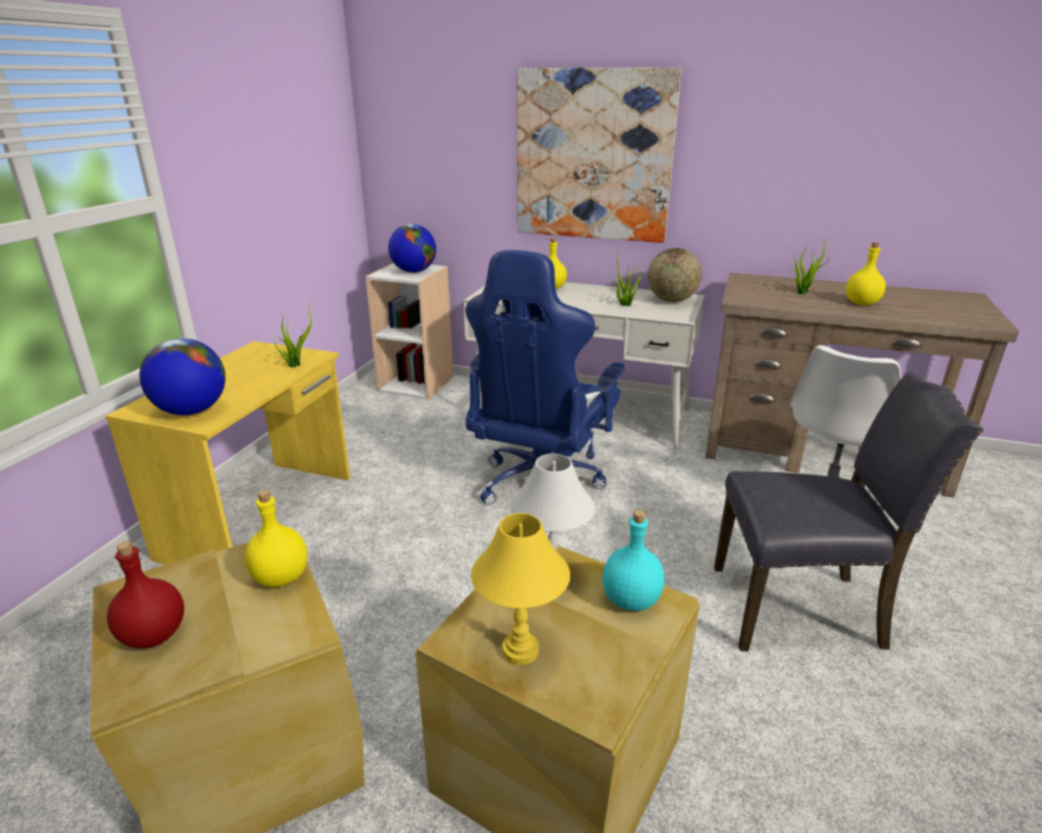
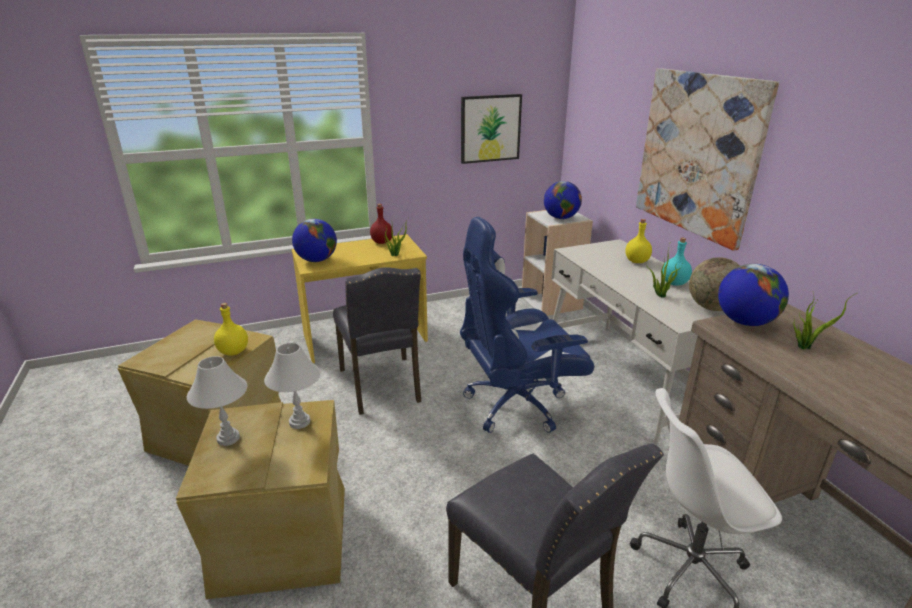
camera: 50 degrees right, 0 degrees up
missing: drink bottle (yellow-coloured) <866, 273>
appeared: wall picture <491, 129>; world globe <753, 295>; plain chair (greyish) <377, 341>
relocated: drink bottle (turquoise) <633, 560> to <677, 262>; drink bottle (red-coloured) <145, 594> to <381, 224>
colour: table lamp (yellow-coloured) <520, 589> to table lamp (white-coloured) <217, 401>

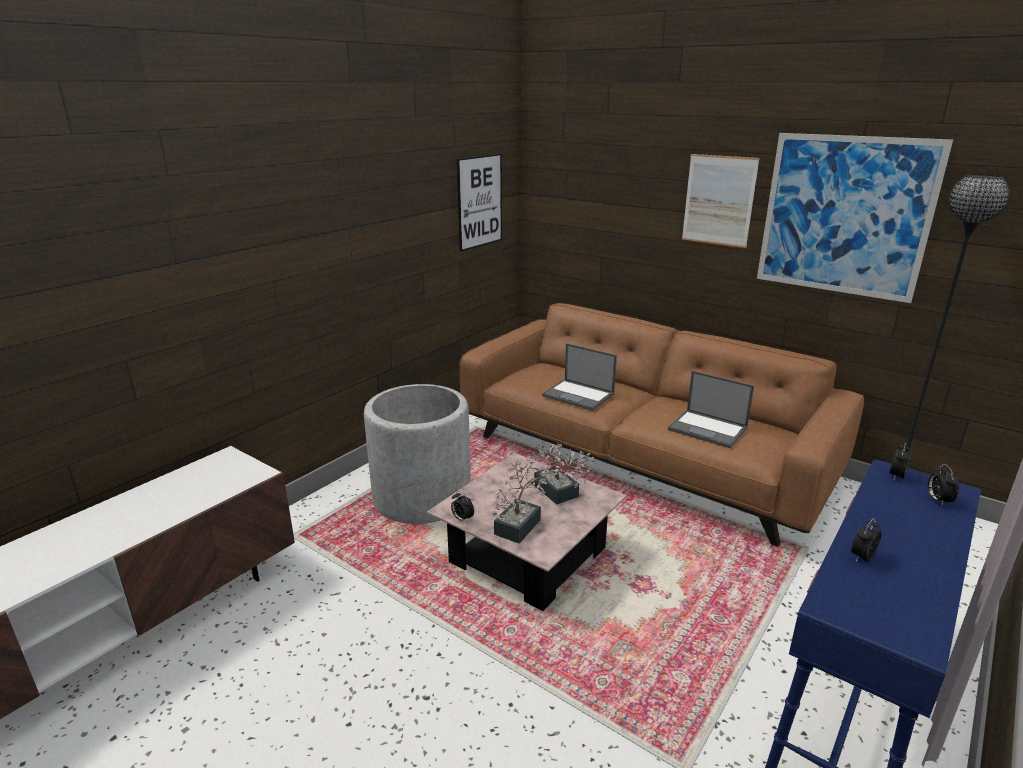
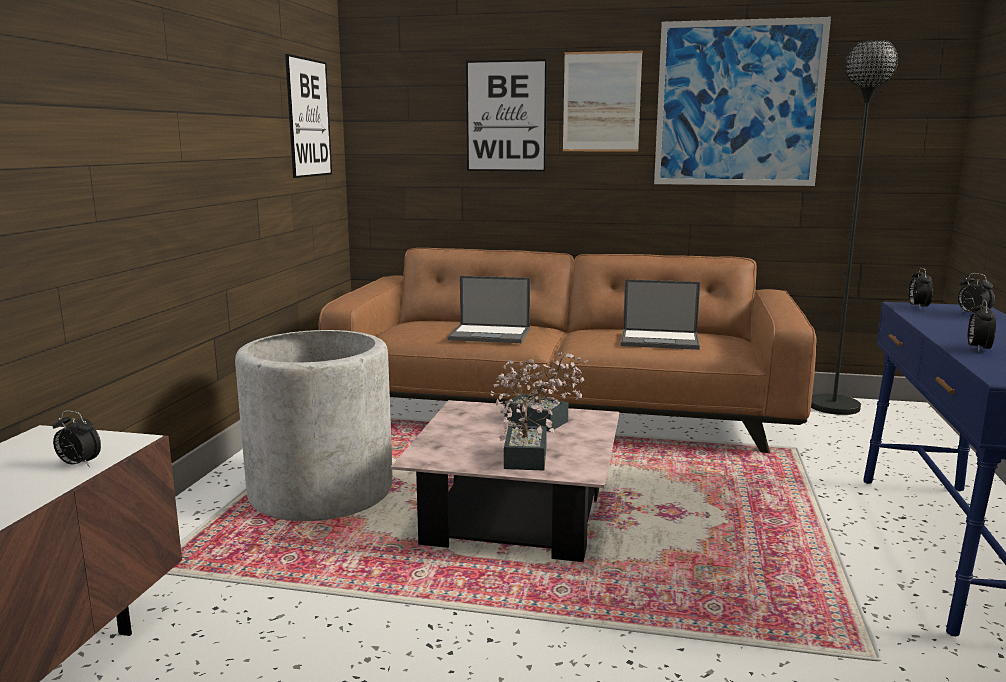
camera: 25 degrees left, 10 degrees down
appeared: wall picture <506, 115>
relocated: alarm clock <462, 507> to <77, 438>

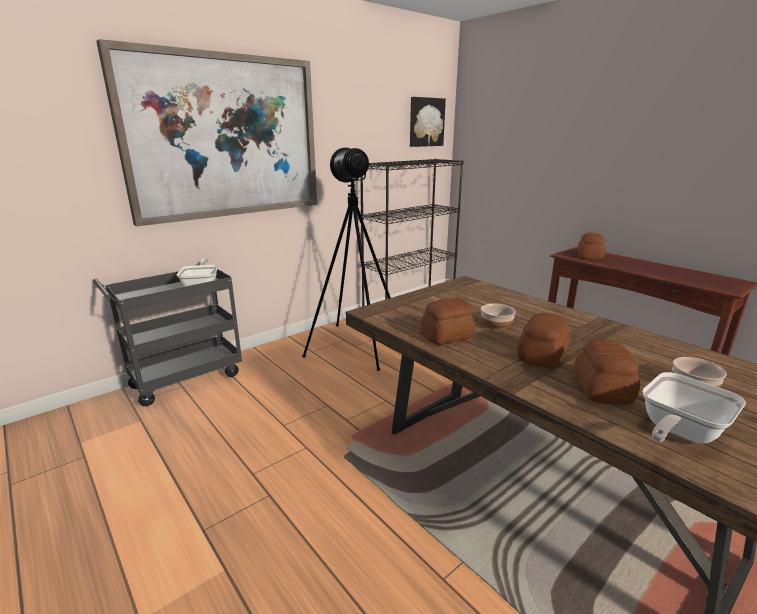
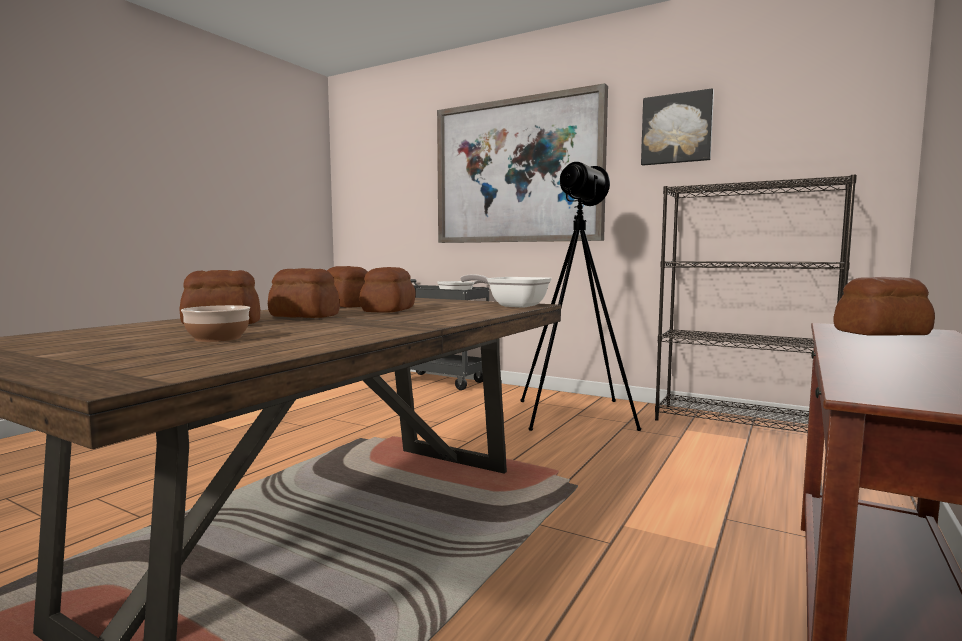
camera: 70 degrees right, 15 degrees down
relocated: wall picture <428, 122> to <677, 127>; pan <694, 408> to <506, 291>
exchanged: deep dish <498, 317> to baked bread <387, 290>

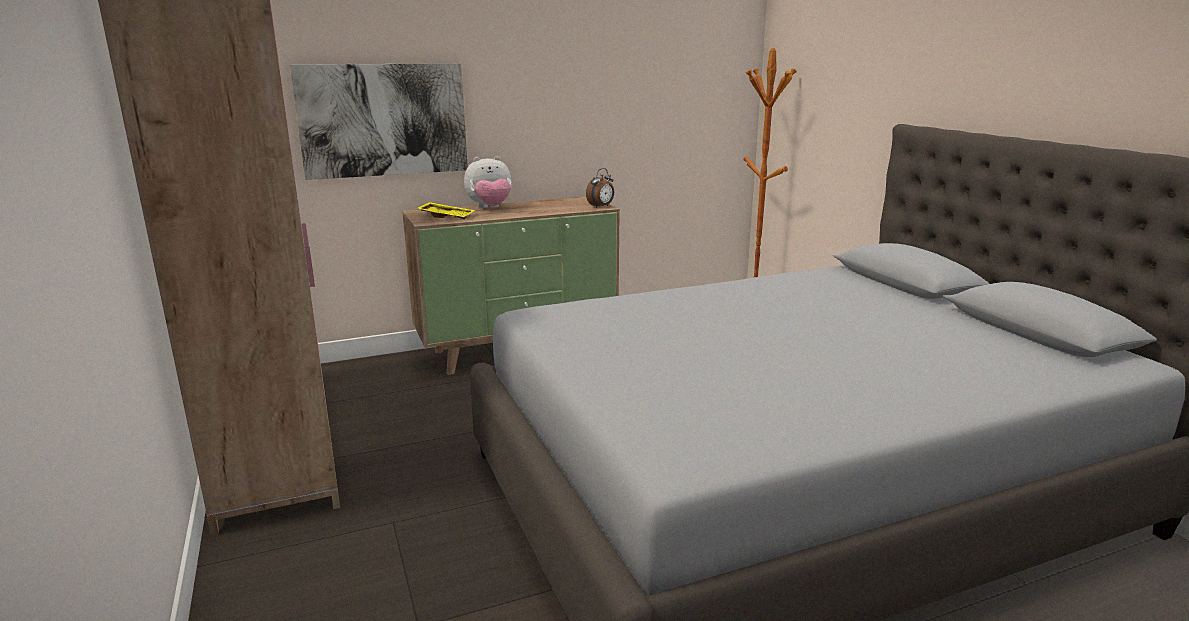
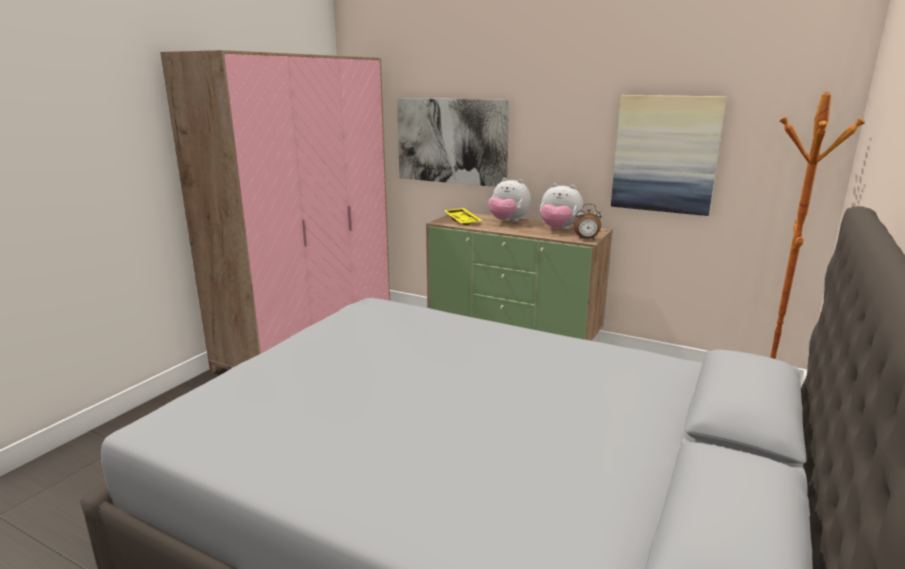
camera: 50 degrees right, 0 degrees up
appeared: wall picture <669, 155>; cuddly toy <561, 206>

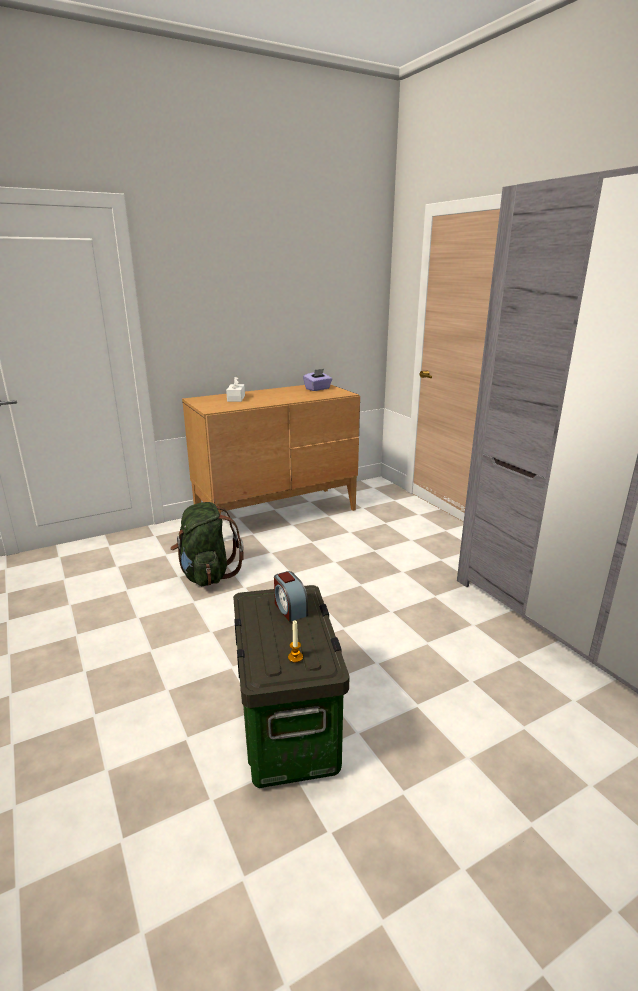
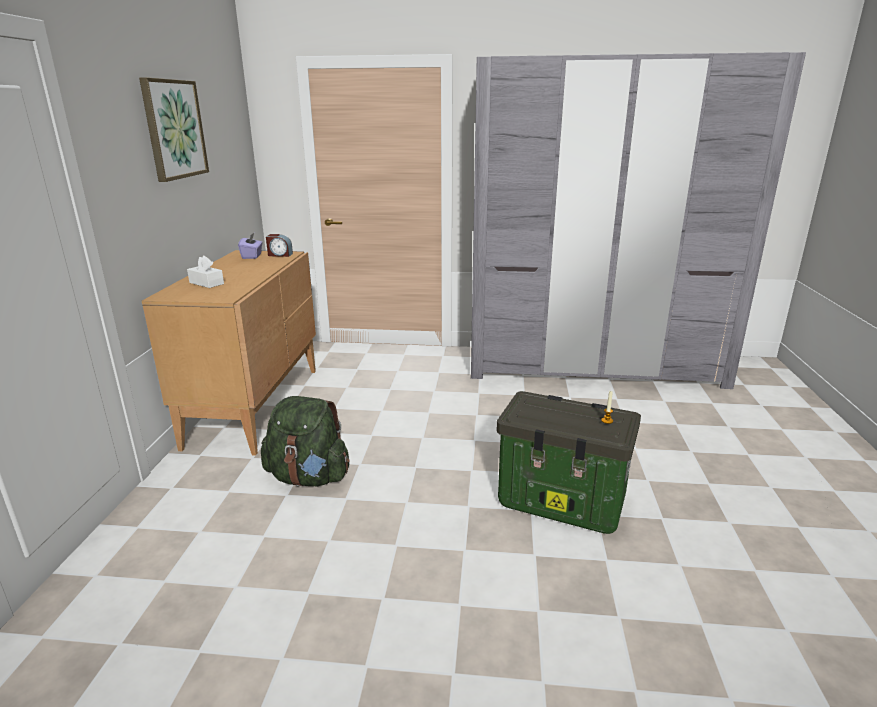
camera: 55 degrees left, 0 degrees up
appeared: wall picture <174, 129>
relocated: alarm clock <291, 596> to <279, 245>

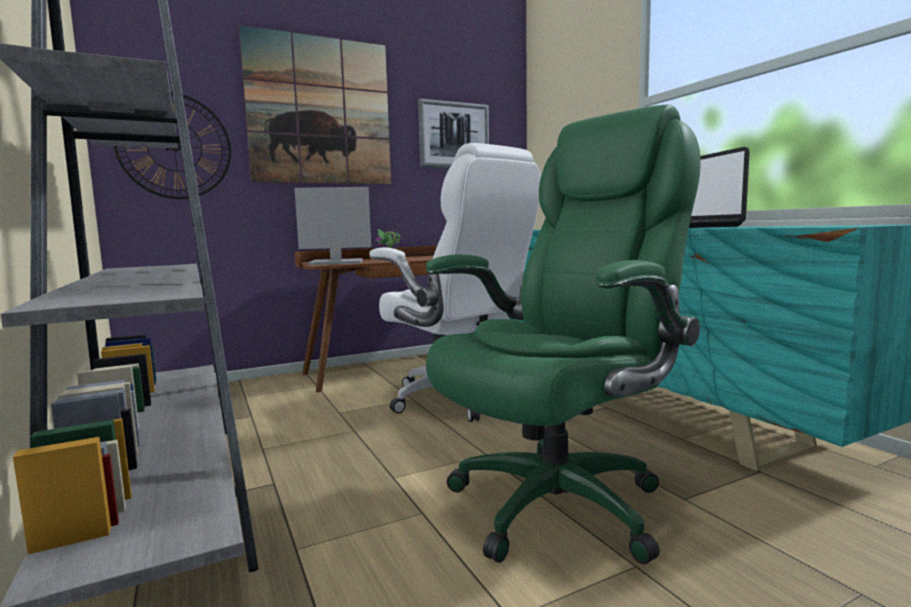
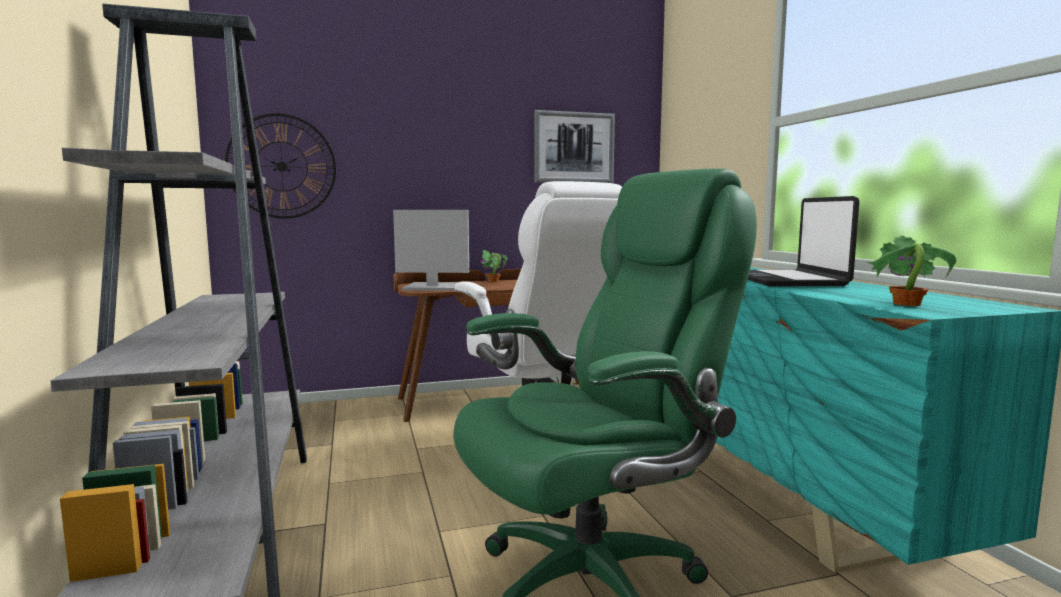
camera: 10 degrees right, 0 degrees up
missing: wall picture <315, 104>
appeared: potted plant <912, 270>

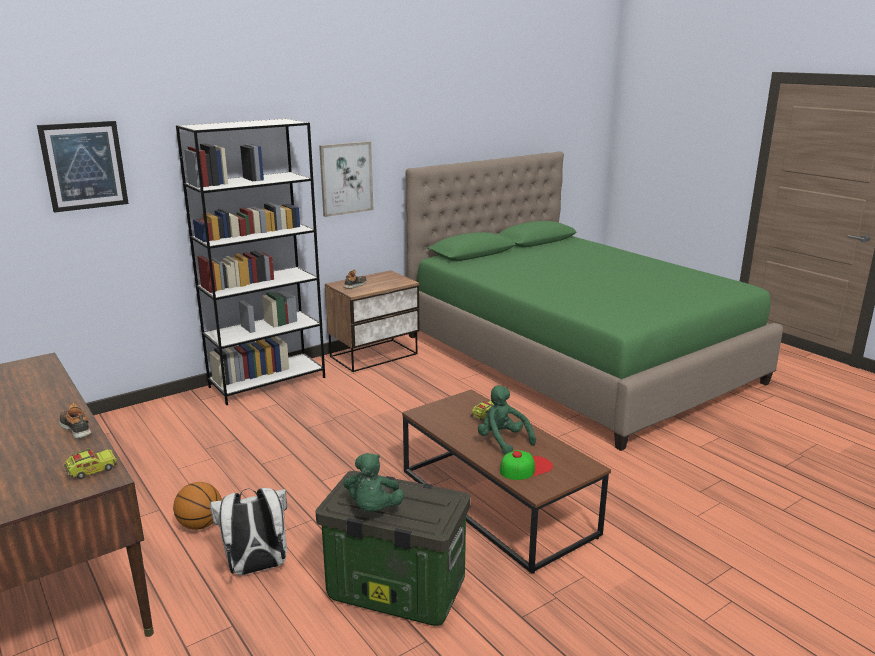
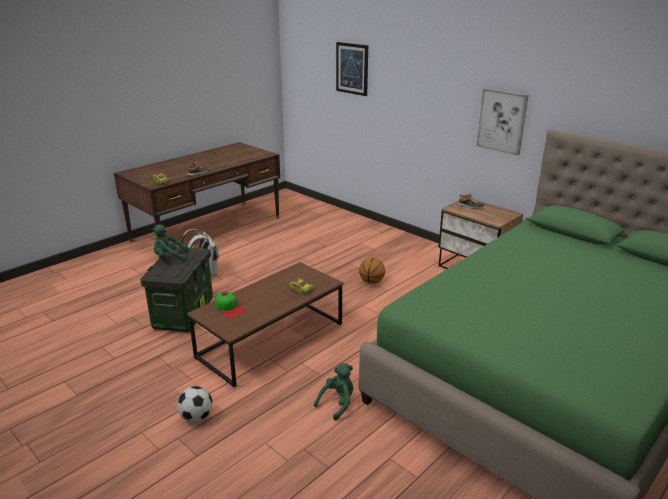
camera: 80 degrees right, 5 degrees up
missing: bookshelf (white-coloured) <250, 262>
appeared: ball for football <194, 404>
relocated: cuddly toy (green) <507, 419> to <333, 392>; ball for basketball <197, 506> to <372, 271>

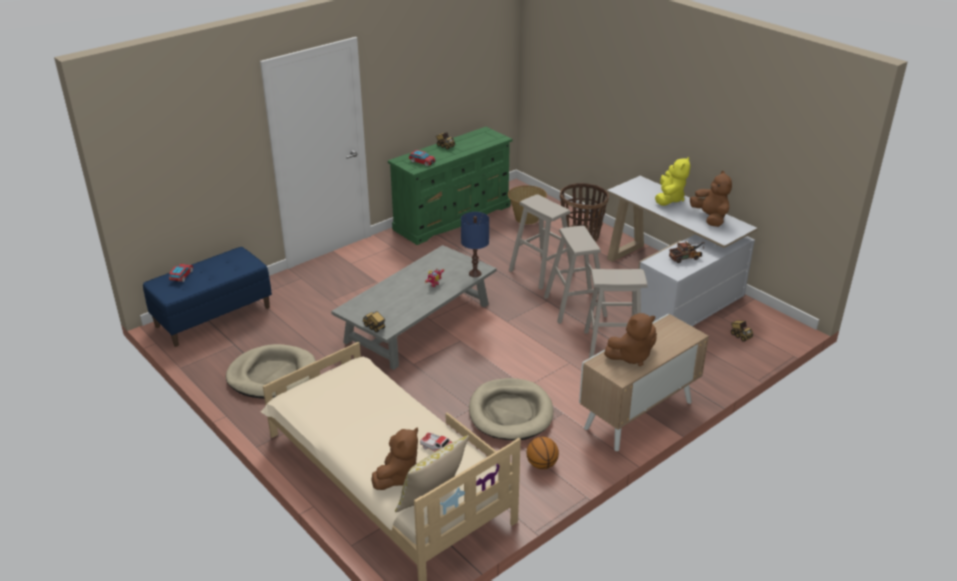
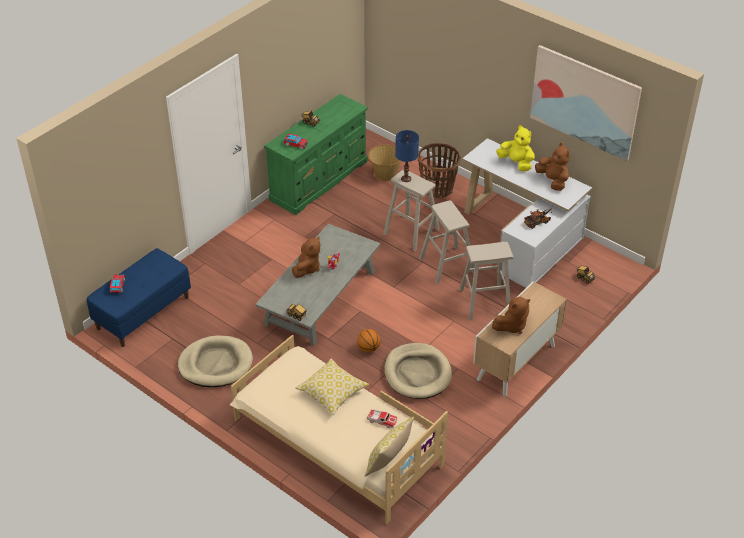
camera: 10 degrees left, 10 degrees up
appeared: wall picture <586, 103>; pillow <332, 387>
relocated: table lamp (blue-coloured) <475, 244> to <407, 156>; cuddly toy (brownish) <394, 459> to <306, 257>; ball for basketball <542, 453> to <369, 341>
spun: cuddly toy (yellow-coloured) <672, 181> = <515, 148> 60 degrees counterclockwise

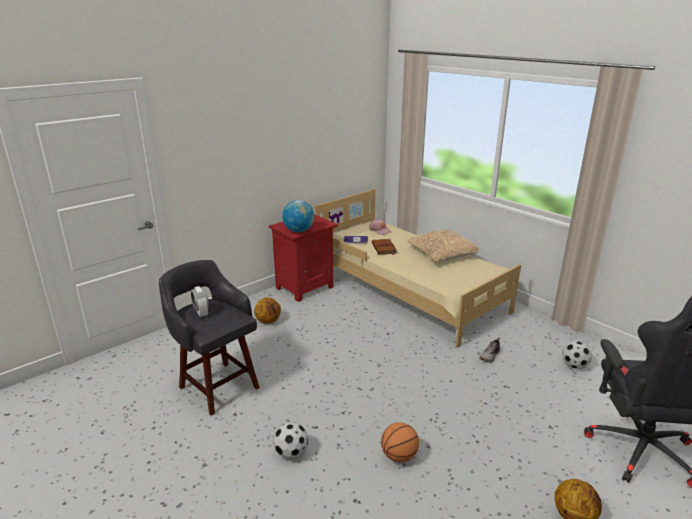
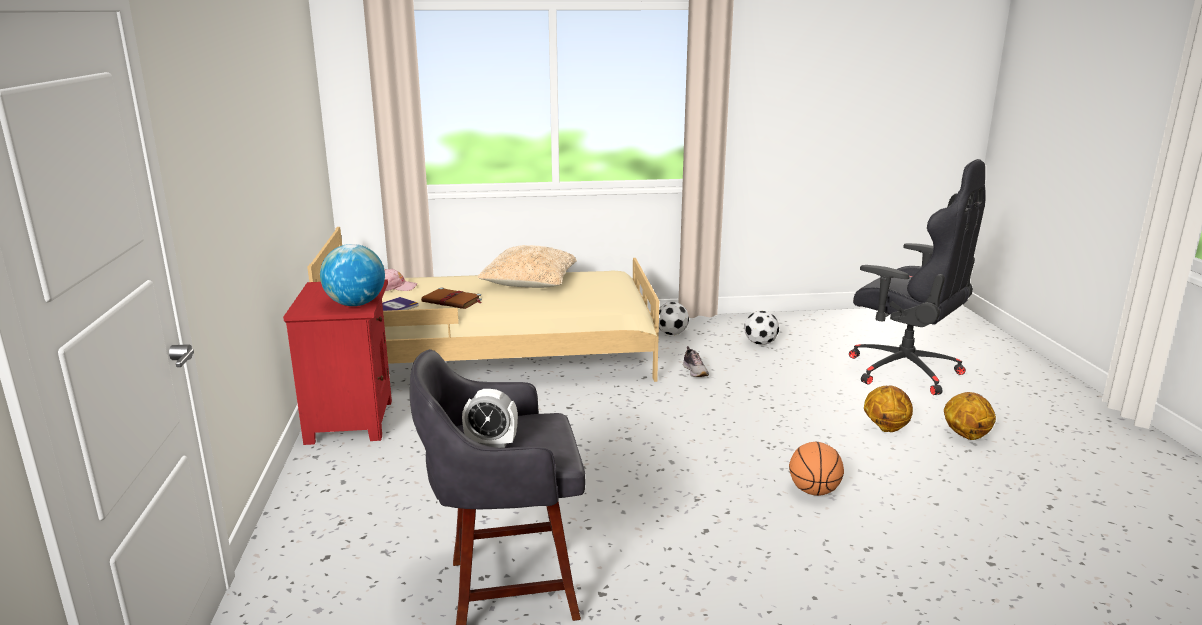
camera: 55 degrees left, 5 degrees down
relocated: ball for basketball <267, 310> to <888, 408>; ball for football <290, 440> to <674, 318>

